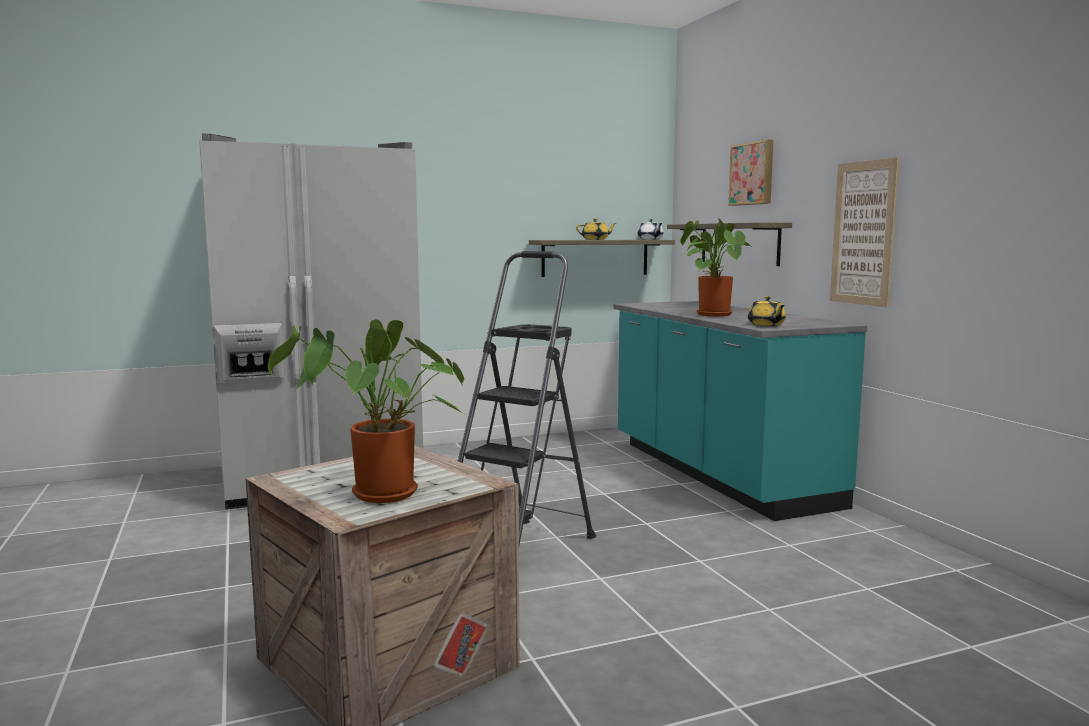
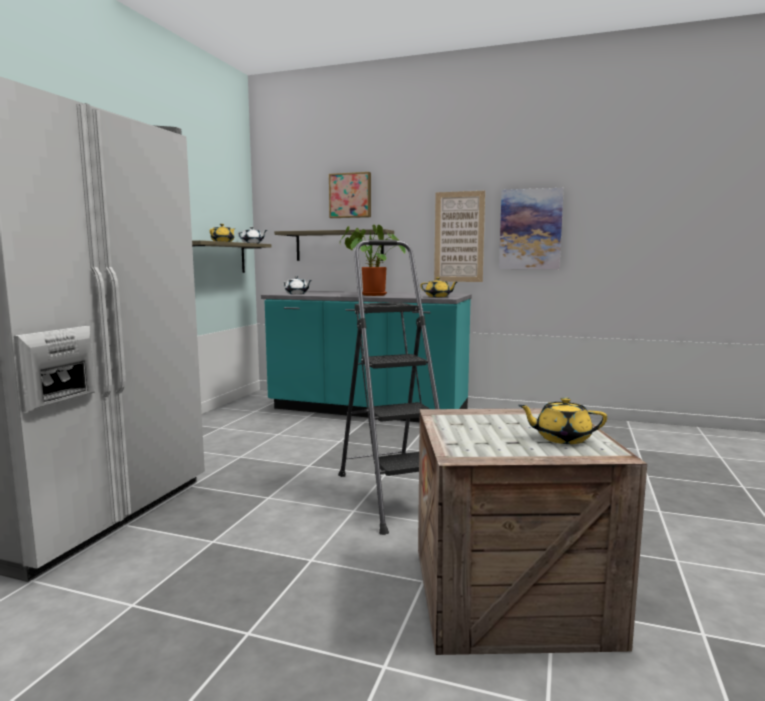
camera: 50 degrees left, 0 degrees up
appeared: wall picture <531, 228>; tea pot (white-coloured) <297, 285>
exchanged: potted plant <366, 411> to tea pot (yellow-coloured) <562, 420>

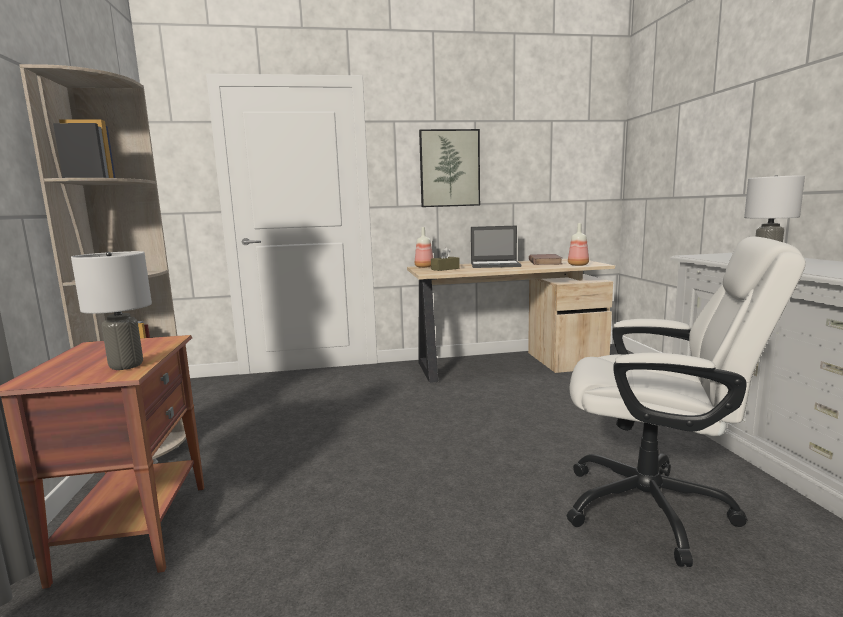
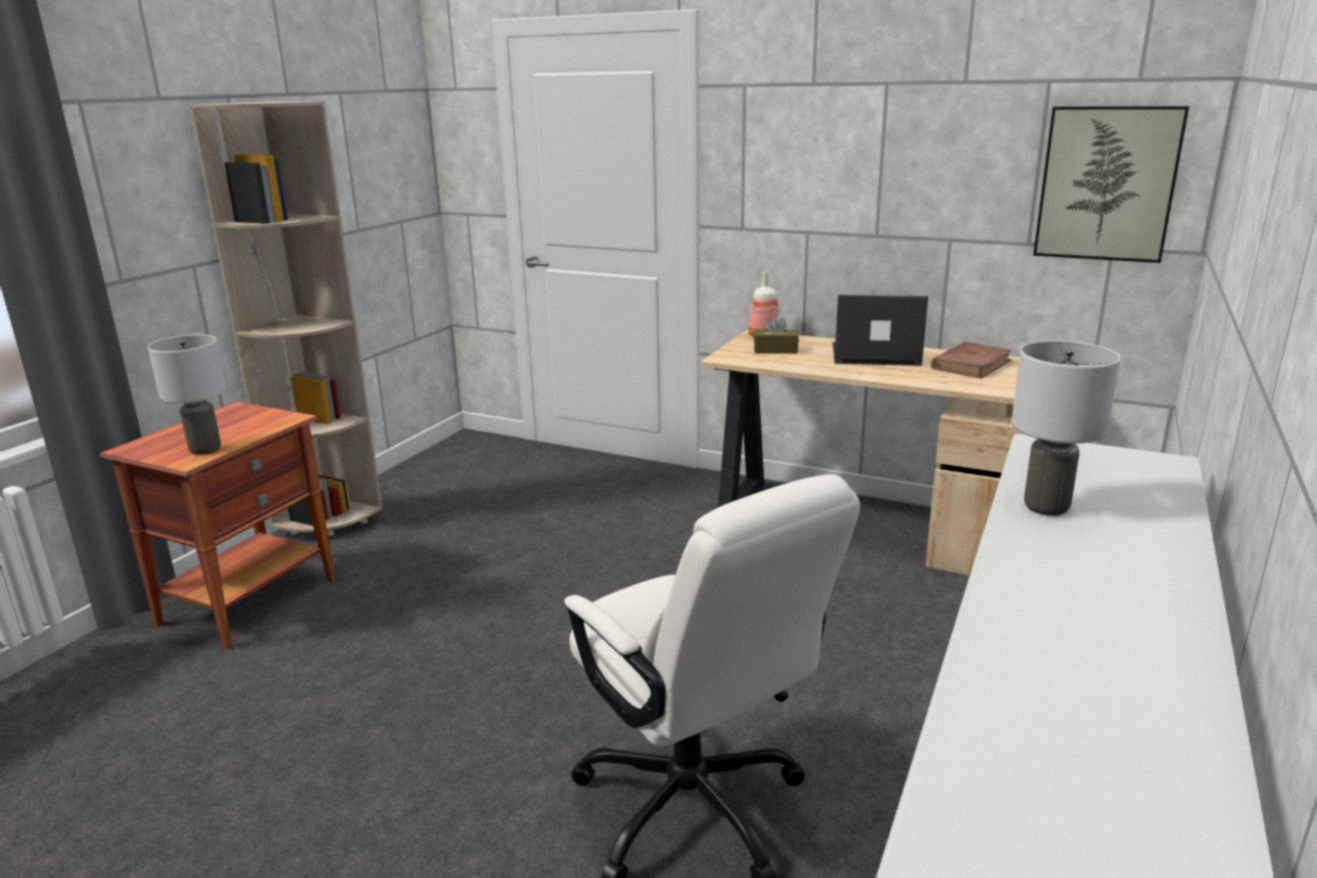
camera: 35 degrees right, 10 degrees up
missing: drink bottle <578, 244>
relocated: wall picture <449, 168> to <1111, 184>
spun: notebook computer <496, 247> = <880, 330> 150 degrees clockwise

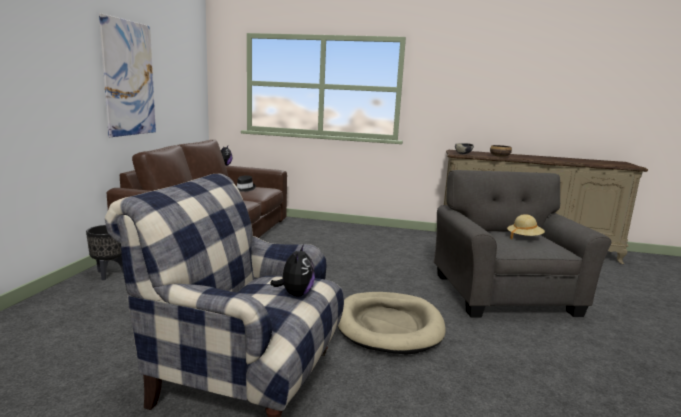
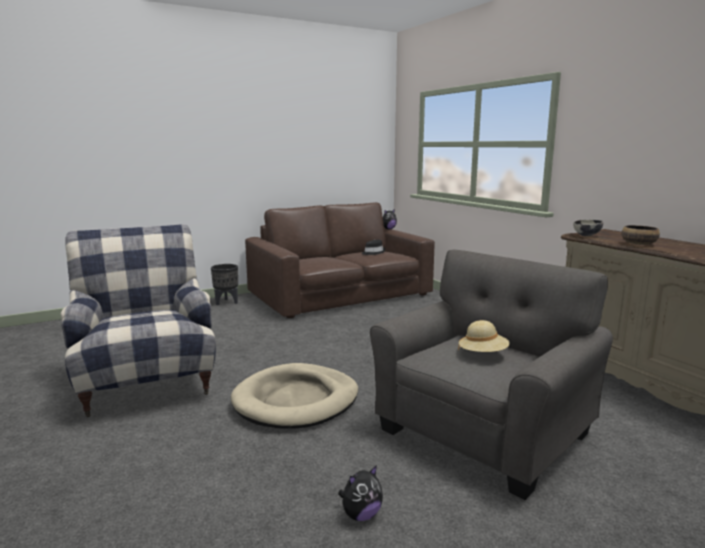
camera: 50 degrees right, 0 degrees up
missing: wall picture <127, 75>
relocated: cuddly toy <292, 270> to <360, 493>

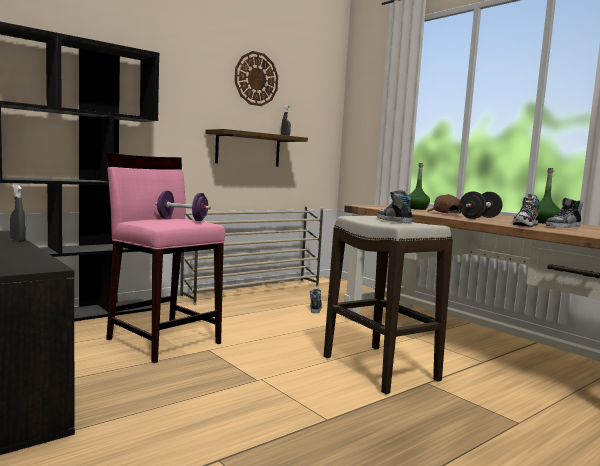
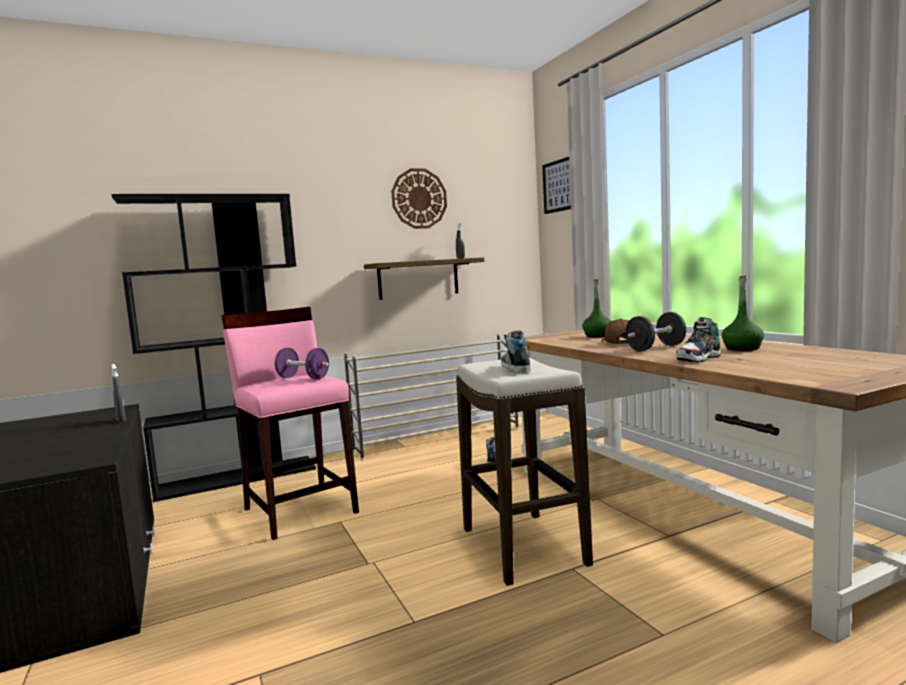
camera: 15 degrees right, 0 degrees up
missing: item of footwear <564, 213>
appeared: wall picture <556, 185>

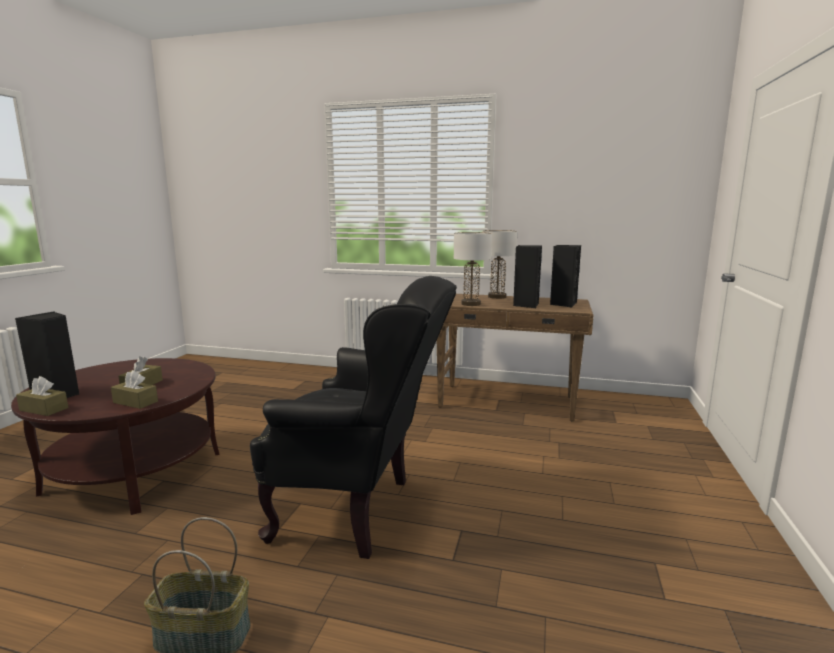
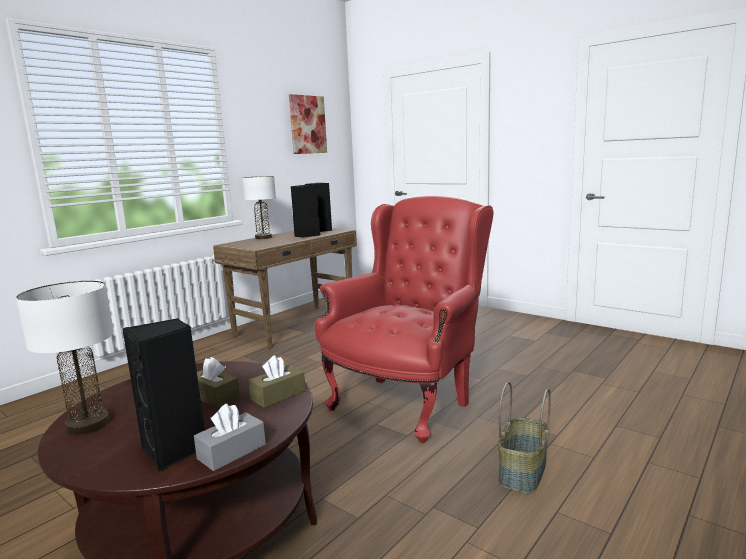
camera: 65 degrees left, 0 degrees up
appeared: wall picture <308, 124>
relocated: table lamp <473, 269> to <65, 357>
colour: easy chair (black-coloured) <353, 417> to easy chair (red-coloured) <404, 319>; tissue box (brownish) <42, 396> to tissue box (greyish) <230, 437>

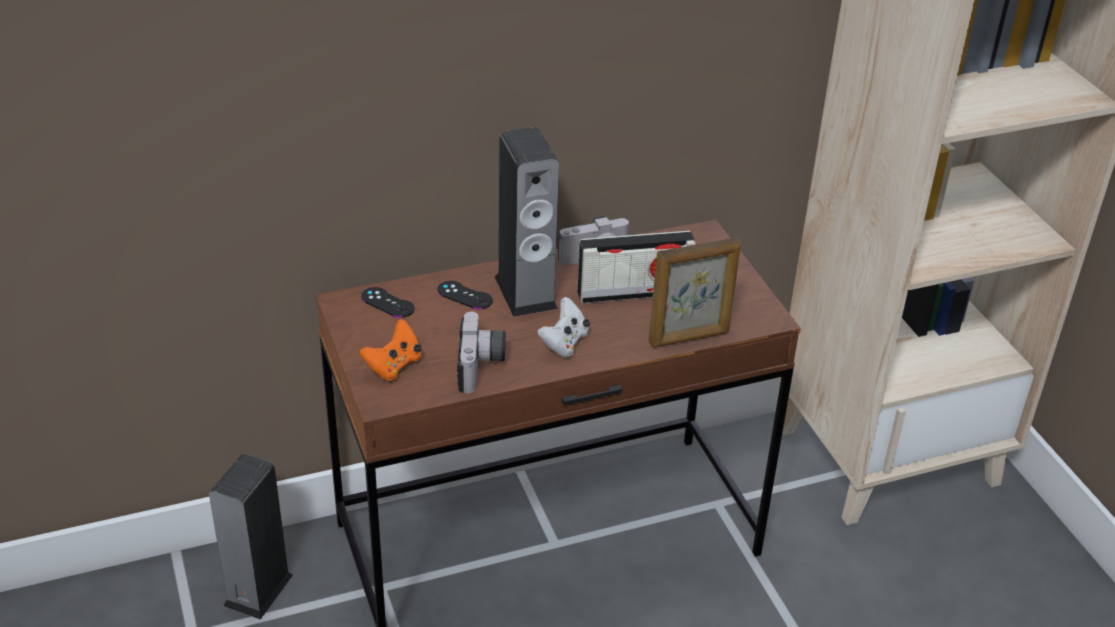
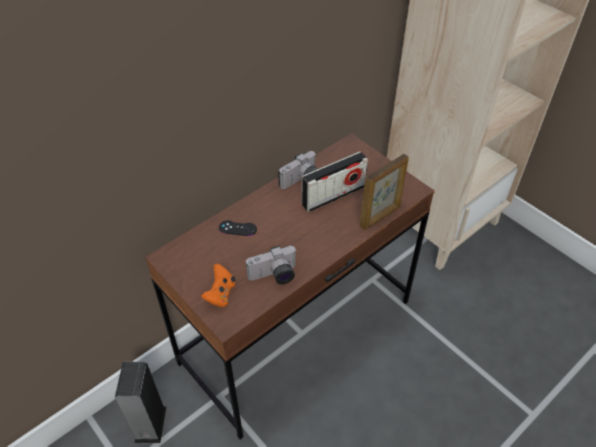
camera: 20 degrees left, 10 degrees up
missing: speaker <527, 222>; joypad (black-coloured) <388, 302>; joypad (white-coloured) <563, 327>
spun: still camera <481, 352> = <271, 265> 90 degrees clockwise

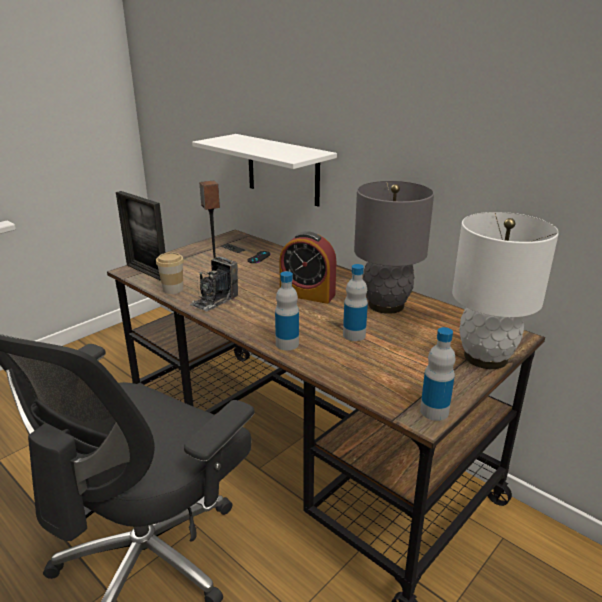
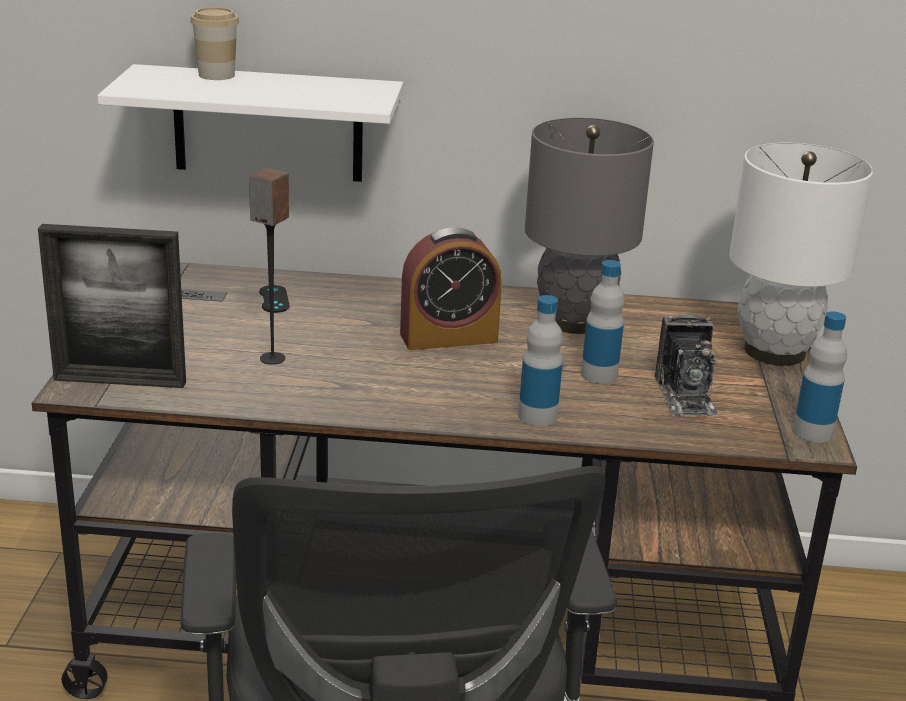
camera: 40 degrees left, 0 degrees up
relocated: cup <170, 273> to <214, 43>; still camera <213, 284> to <687, 365>

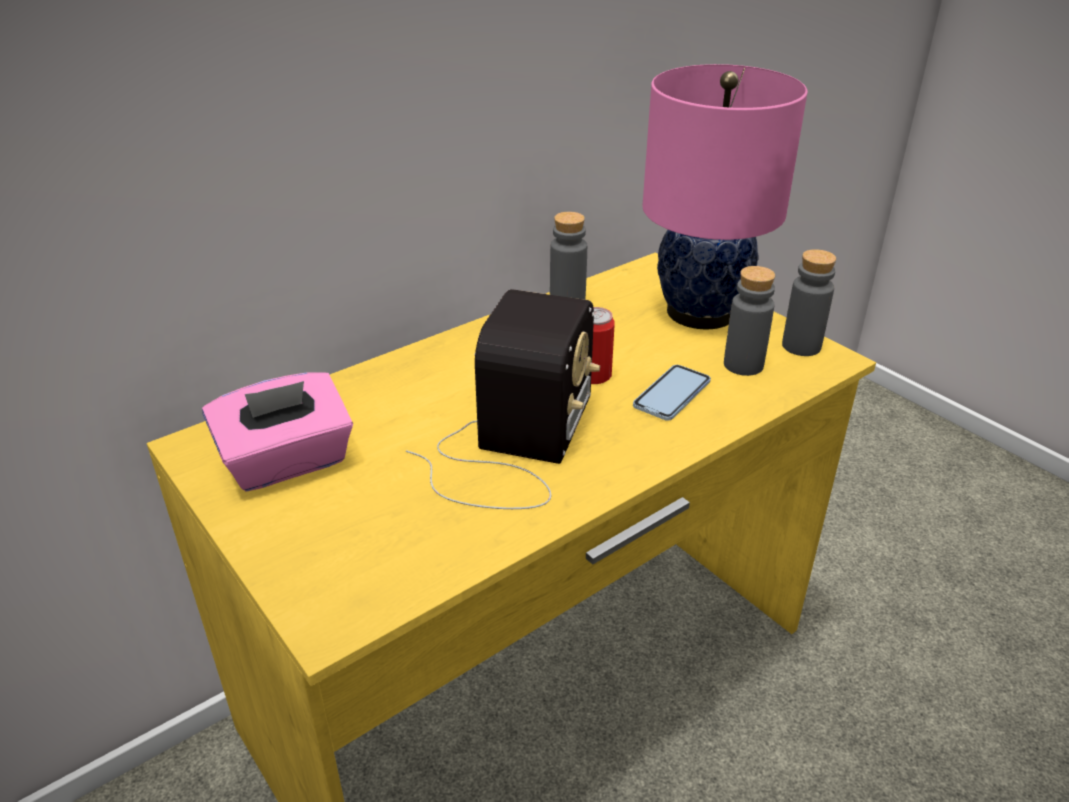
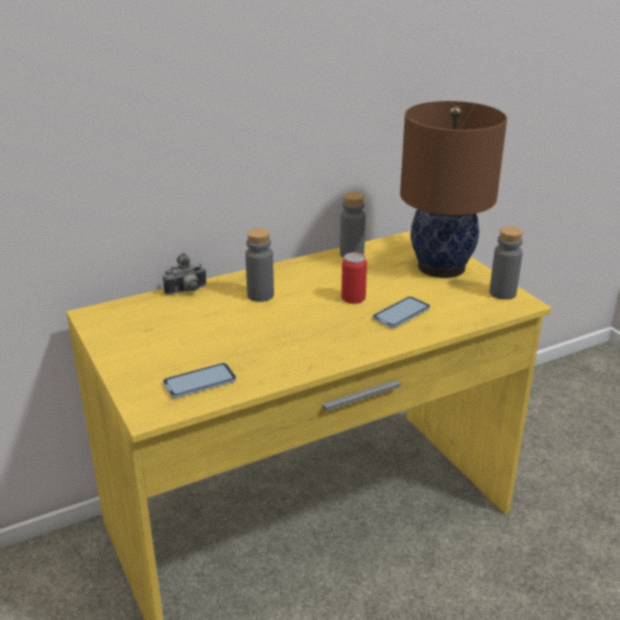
camera: 10 degrees right, 5 degrees down
missing: radio set <503, 399>; tissue box (pink-coloured) <277, 431>
appeared: still camera <185, 274>; telephone <200, 380>
relocated: drink bottle (greyish) <749, 321> to <259, 265>
colour: table lamp (pink-coloured) <725, 196> to table lamp (brownish) <453, 189>

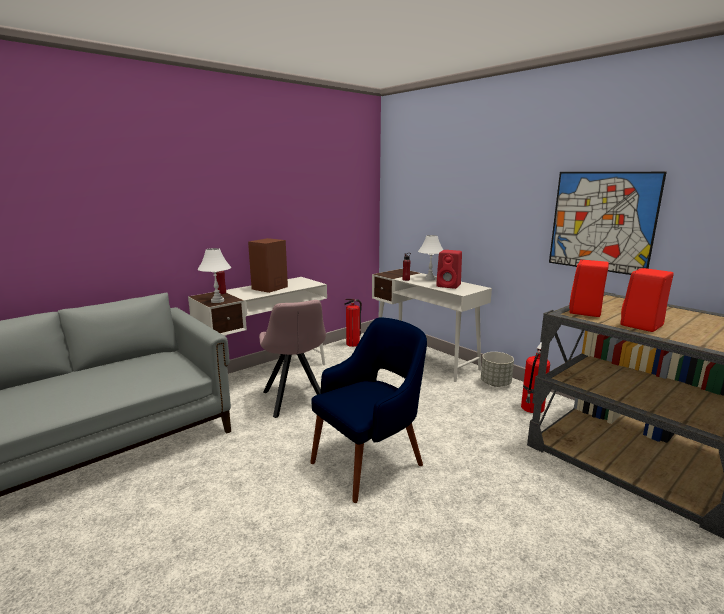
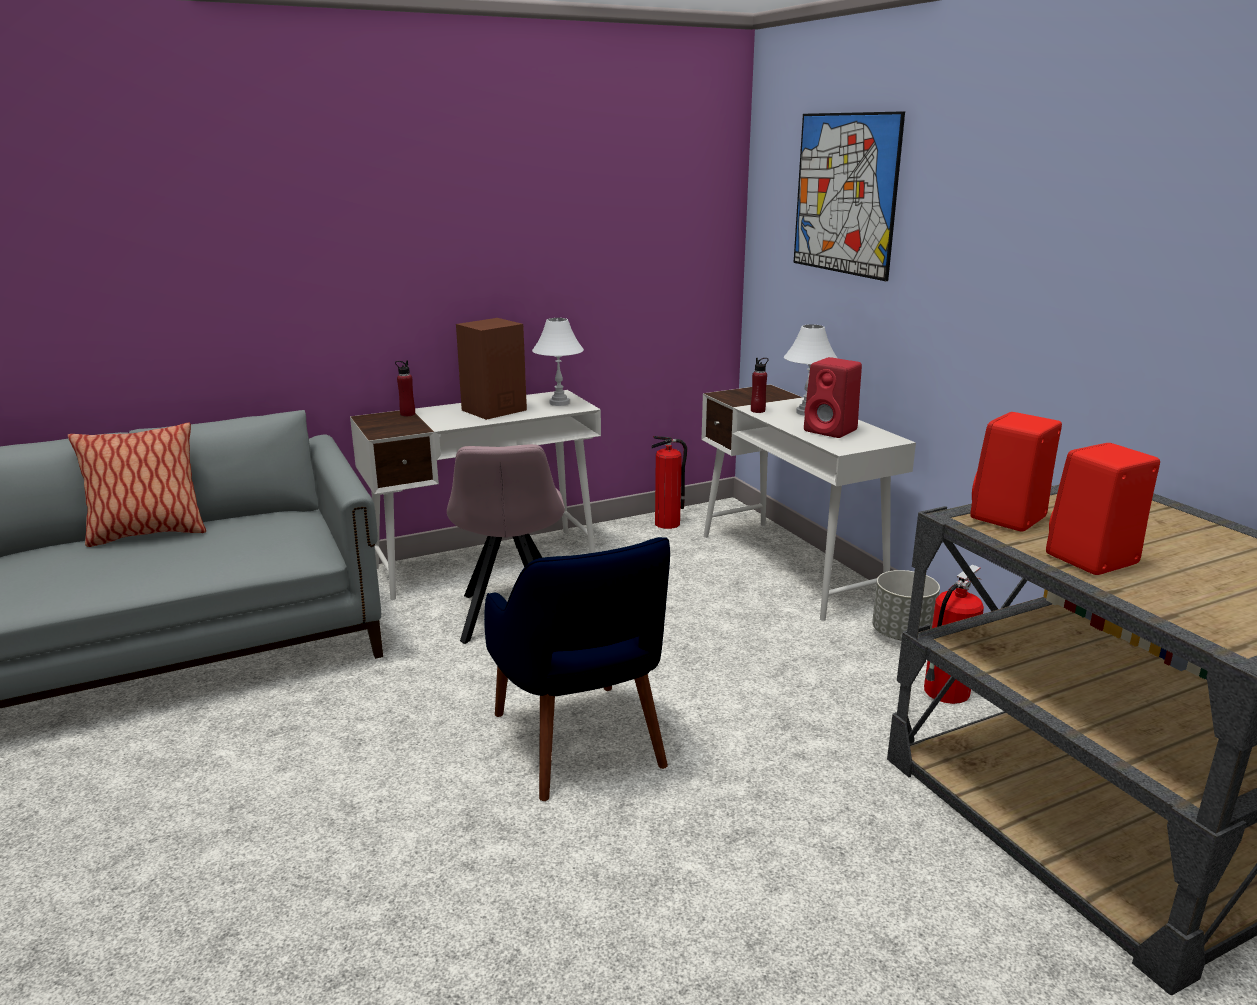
camera: 15 degrees right, 5 degrees up
appeared: pillow <137, 484>
relocated: wall picture <607, 223> to <849, 196>; table lamp (white-coloured) <214, 275> to <558, 362>
spun: easy chair (blue-coloured) <368, 410> = <577, 669> 90 degrees clockwise

